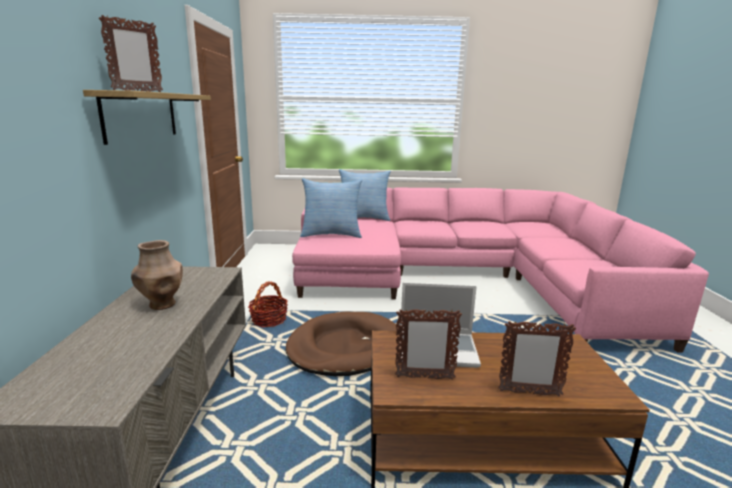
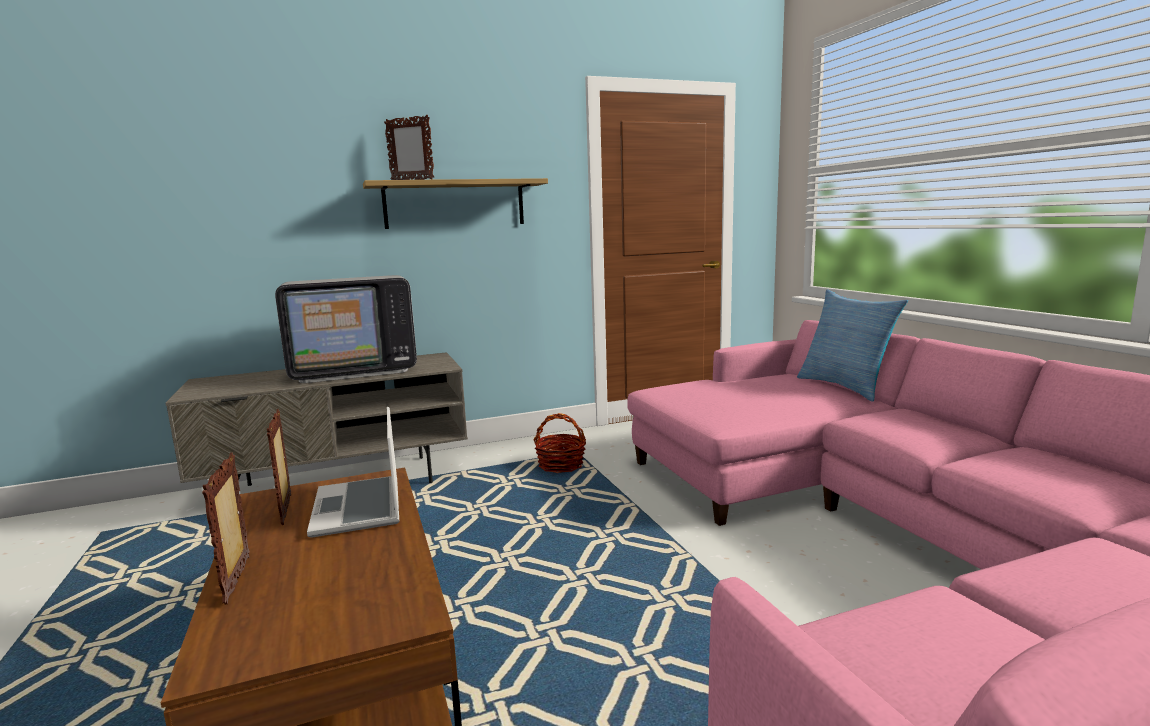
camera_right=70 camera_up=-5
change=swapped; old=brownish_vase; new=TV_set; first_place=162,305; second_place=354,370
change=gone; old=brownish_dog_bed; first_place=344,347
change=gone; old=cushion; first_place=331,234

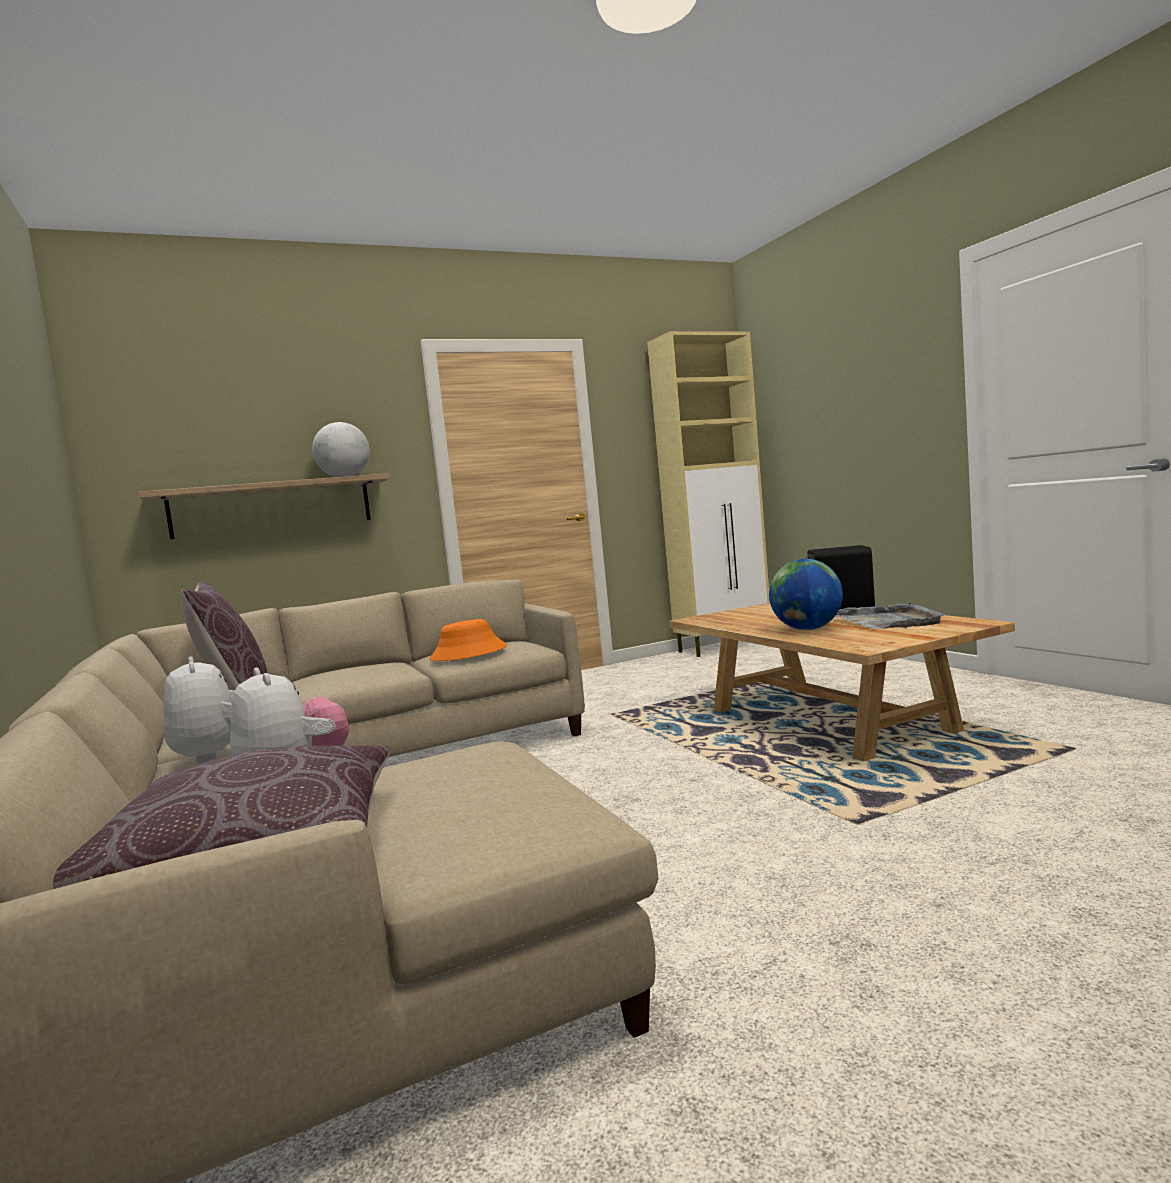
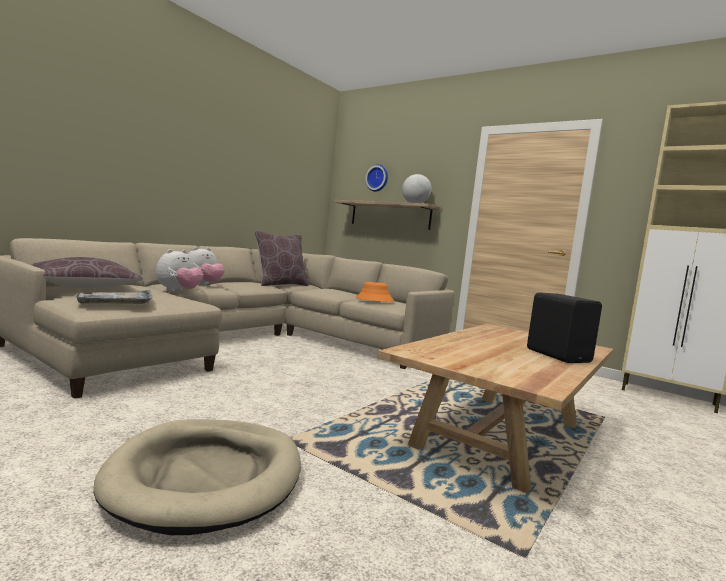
camera_right=60 camera_up=0
change=shifted; old=grey_tray; first_place=889,621; second_place=116,300
change=new; new=beige-coloured_dog_bed; second_place=207,477
change=new; new=clock_on_the_wall; second_place=378,178
change=gone; old=globe; first_place=807,629

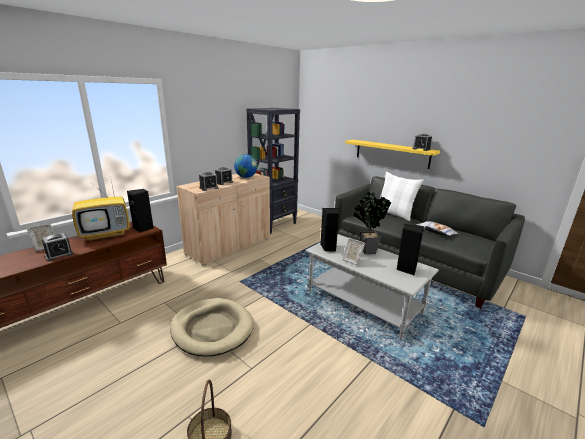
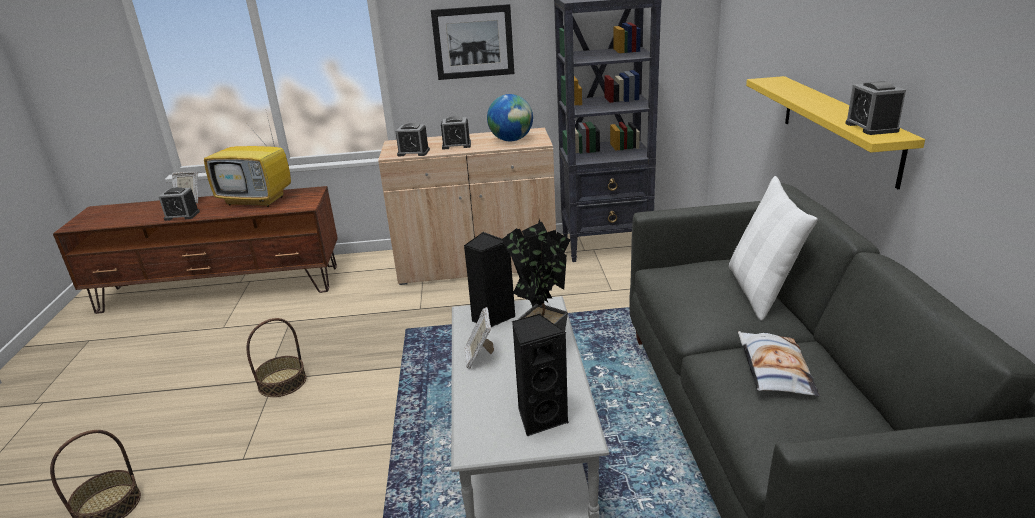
camera_right=45 camera_up=5
change=swapped; old=beige-coloured_dog_bed; new=household_basket; first_place=212,329; second_place=282,382
change=new; new=picture; second_place=473,42
change=gone; old=black_audio_speaker; first_place=143,228

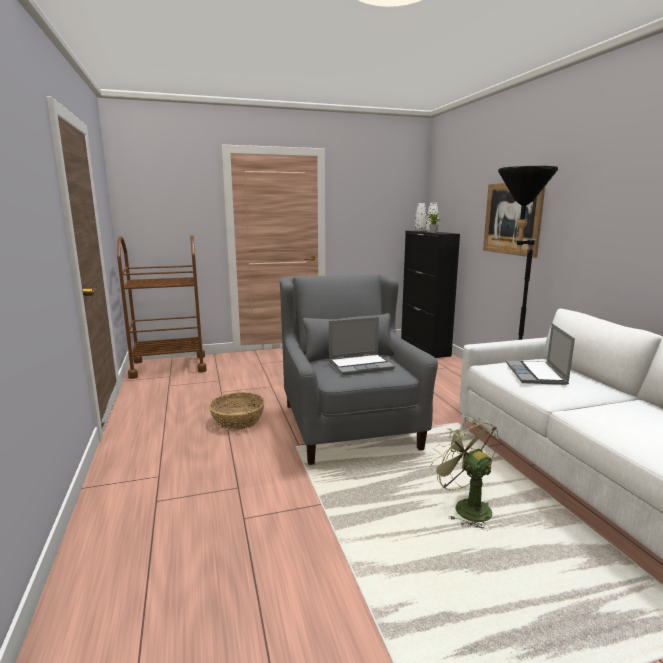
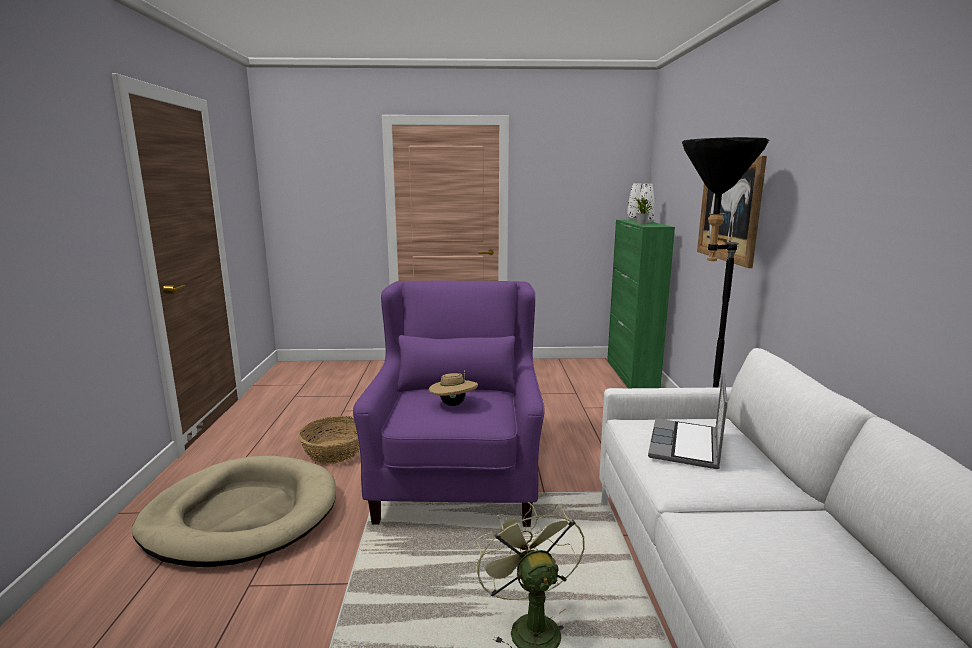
camera_right=15 camera_up=0
change=new; new=beige-coloured_dog_bed; second_place=242,515
change=repainted; old=grey_armchair; new=purplish_armchair; first_place=349,426; second_place=457,477
change=swapped; old=laptop; new=beige-coloured_wearable_hat; first_place=361,365; second_place=453,404
change=repainted; old=black_storage_cabinet; new=greenish_storage_cabinet; first_place=424,347; second_place=631,374
change=gone; old=brownish_wheeled_cart; first_place=169,366

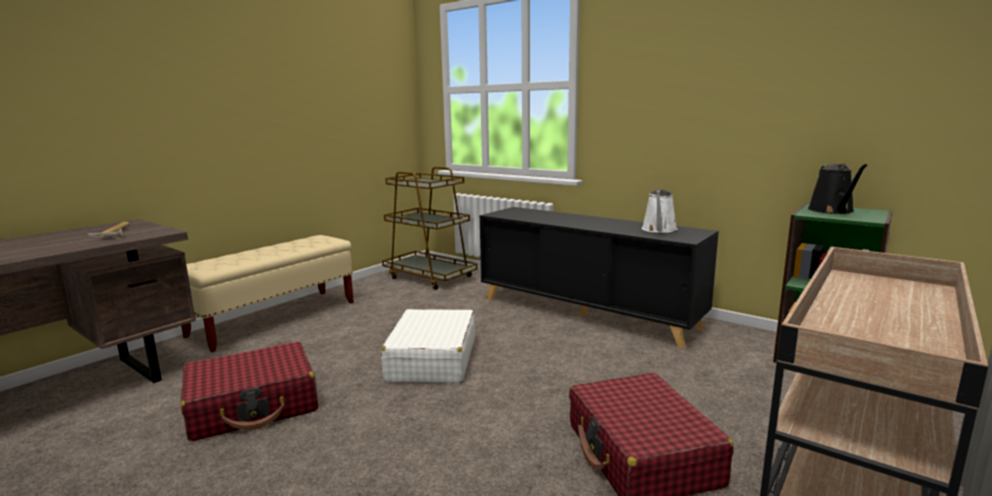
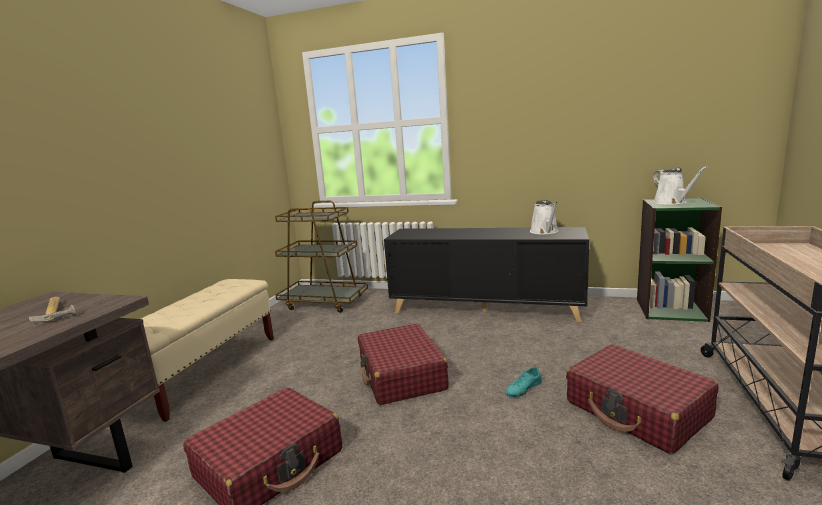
camera_right=-20 camera_up=0
change=repainted; old=white-coloured_suitcase; new=reddish_suitcase; first_place=432,360; second_place=401,375
change=new; new=blue-green_low_shoe; second_place=523,388
change=repainted; old=black_sprinkling_can; new=white-coloured_sprinkling_can; first_place=832,211; second_place=672,202

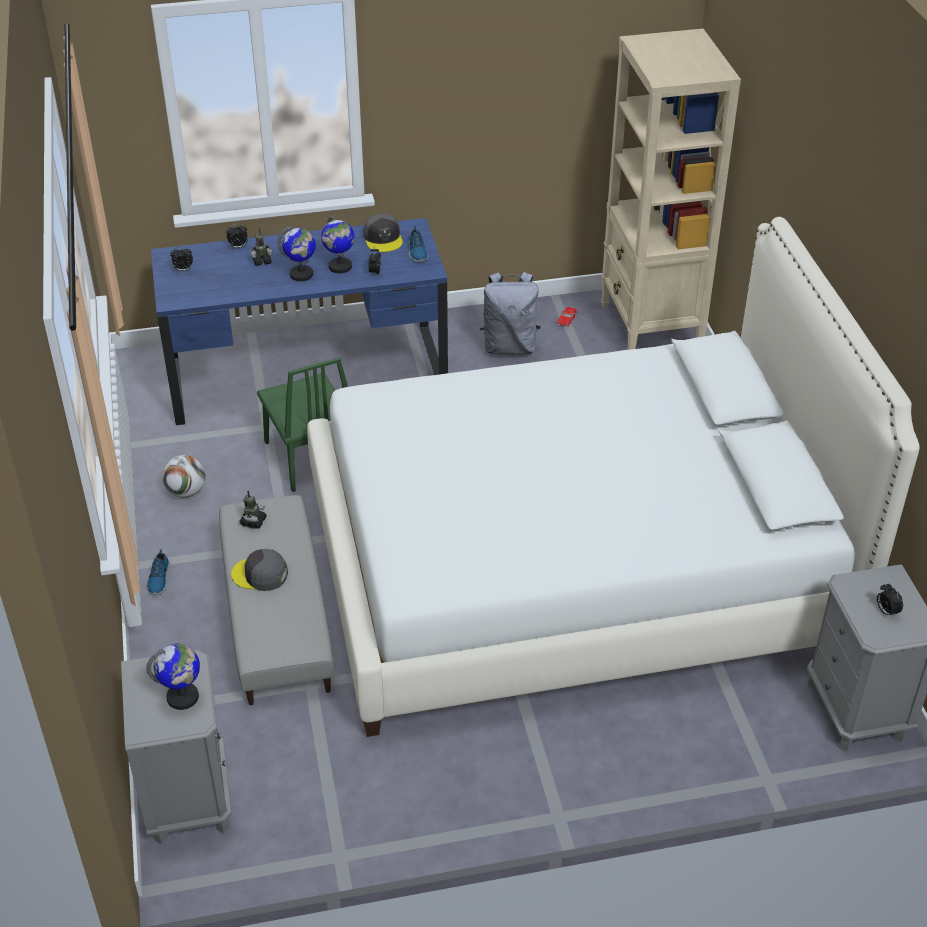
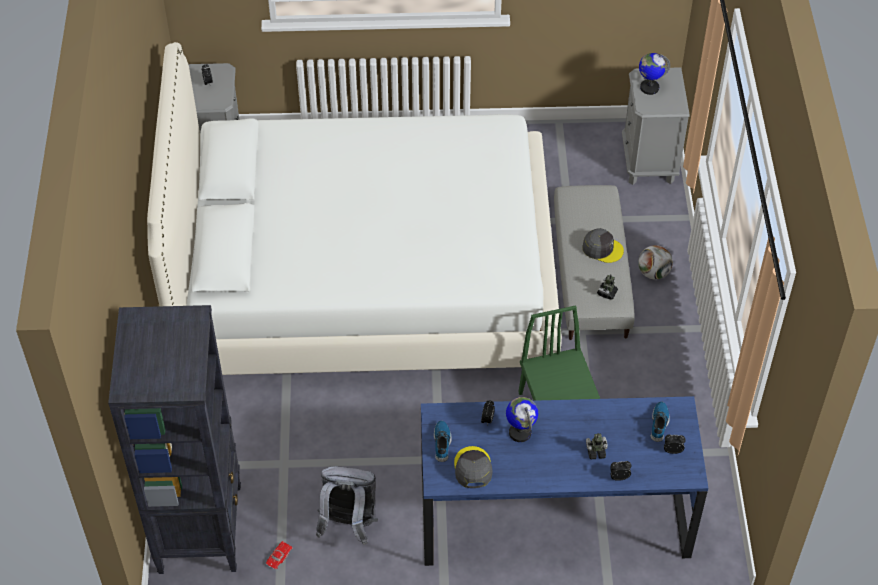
camera_right=-170 camera_up=10
change=repainted; old=beige-coloured_bookshelf; new=black_bookshelf; first_place=650,329; second_place=200,528
change=shifted; old=football; first_place=186,492; second_place=653,273
change=shifted; old=low_shoe; first_place=158,579; second_place=659,423
change=gone; old=globe; first_place=301,274

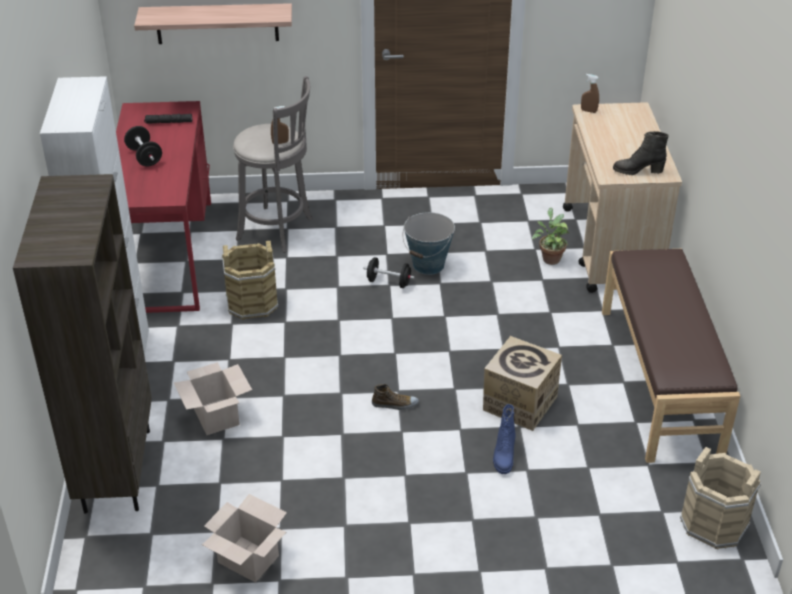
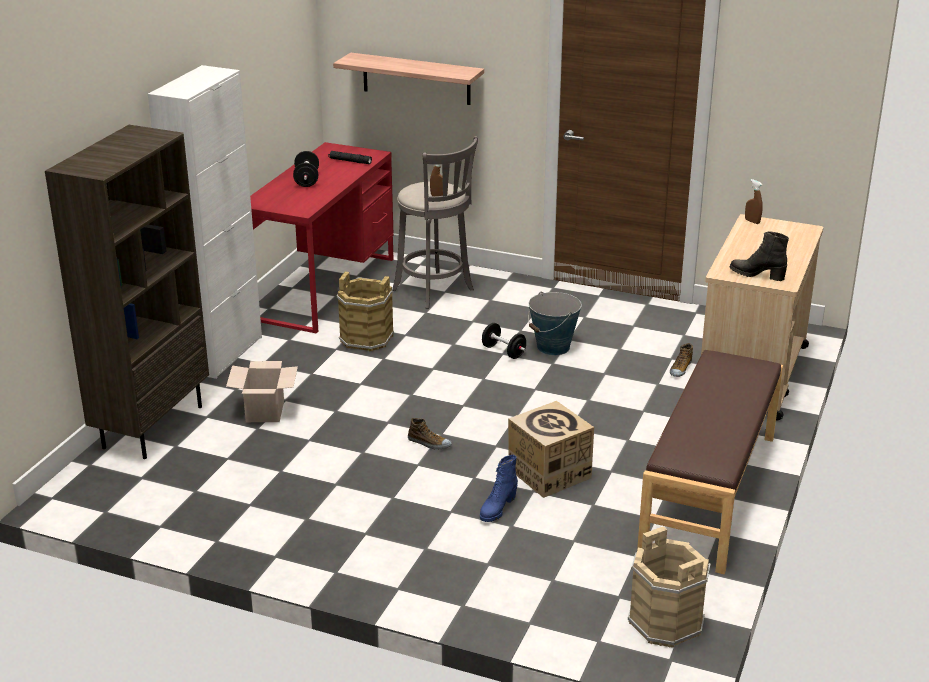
camera_right=25 camera_up=-10
change=swapped; old=potted_plant; new=low_shoe; first_place=550,258; second_place=680,369
change=gone; old=cardboard_box; first_place=246,559

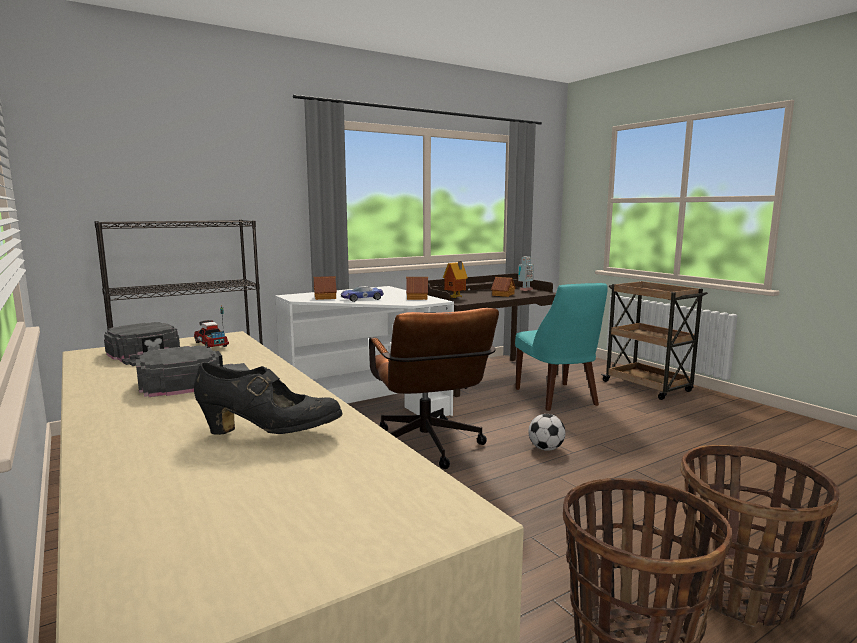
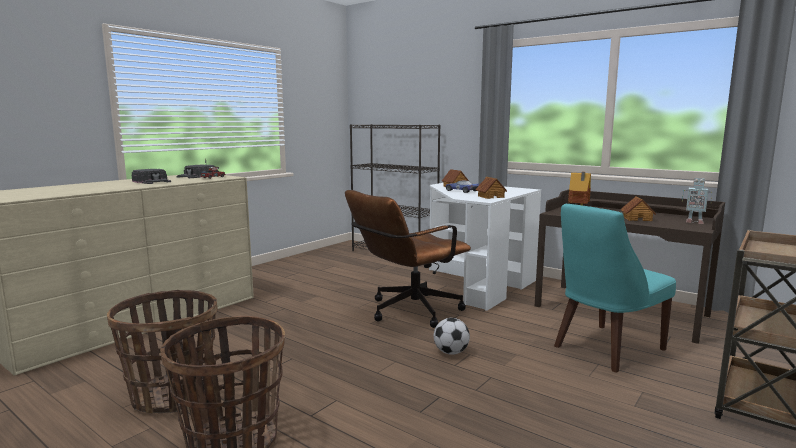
camera_right=70 camera_up=0
change=gone; old=black_low_shoe; first_place=269,433

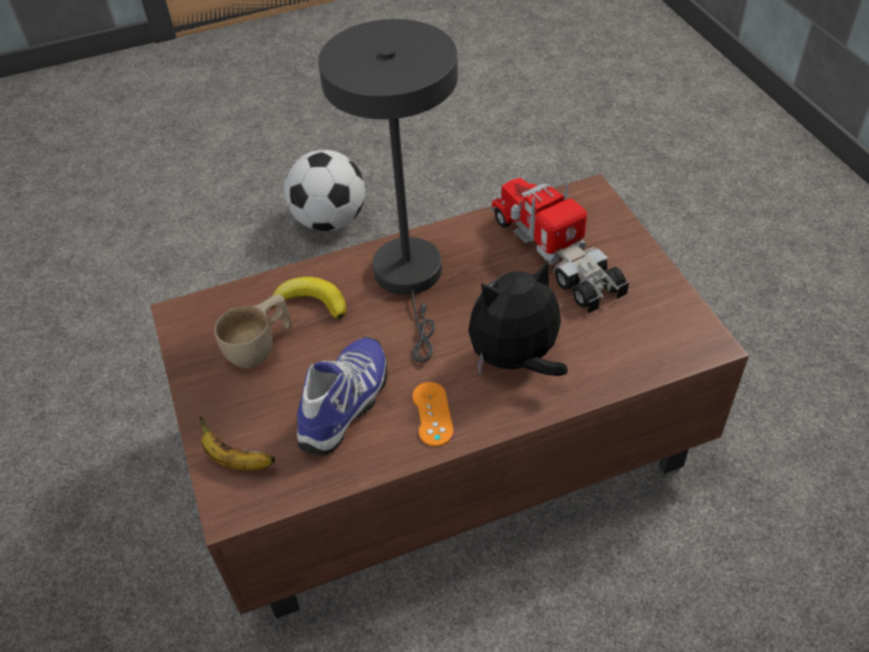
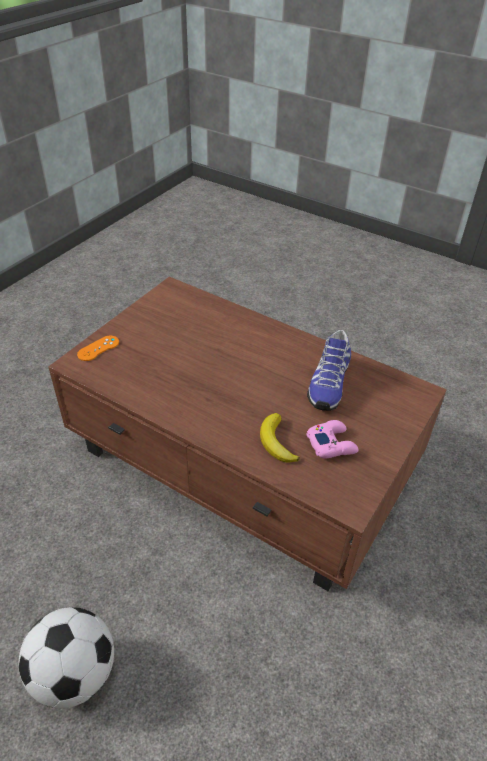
camera_right=-130 camera_up=-5
change=shifted; old=orange_gamepad; first_place=432,414; second_place=98,348
change=swapped; old=beige-coloured_small_cup; new=pinkish_gamepad; first_place=261,347; second_place=332,444
change=rotated; old=low_shoe; first_place=347,405; second_place=327,384; degrees=-60
change=gone; old=banana_fruit; first_place=236,460
change=gone; old=grey_table_lamp; first_place=411,280
change=gone; old=cuddly_toy; first_place=516,360
change=gone; old=model_truck; first_place=556,255

